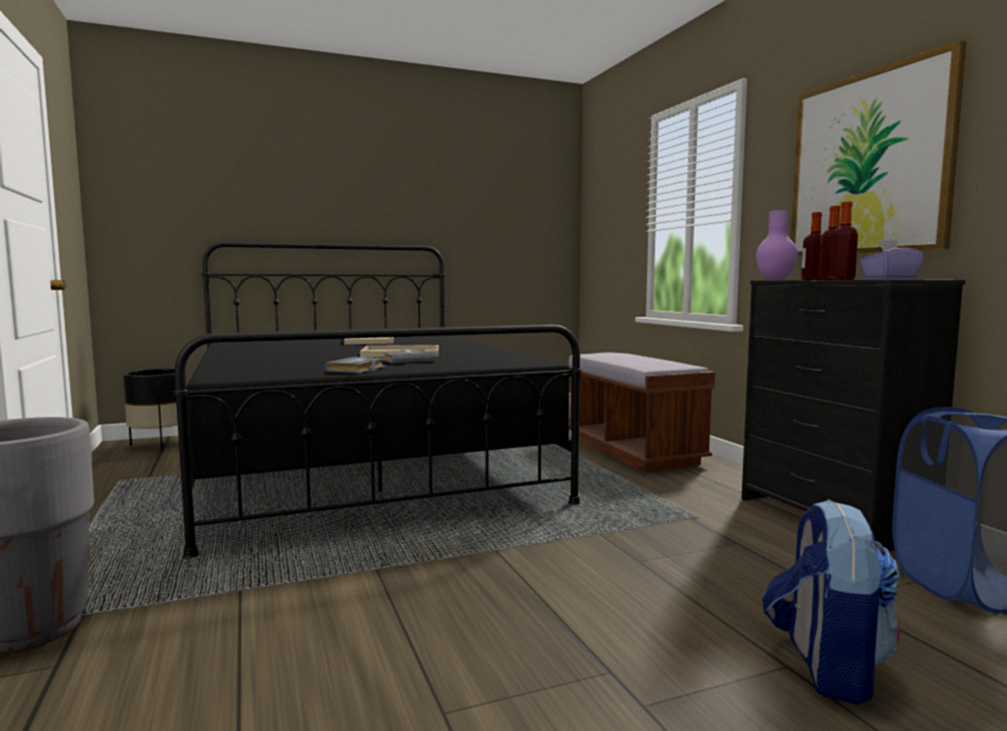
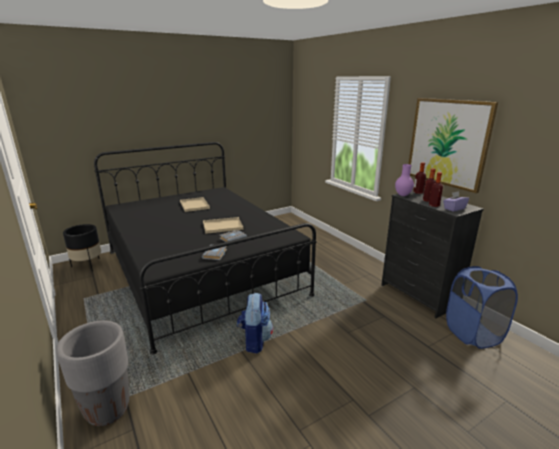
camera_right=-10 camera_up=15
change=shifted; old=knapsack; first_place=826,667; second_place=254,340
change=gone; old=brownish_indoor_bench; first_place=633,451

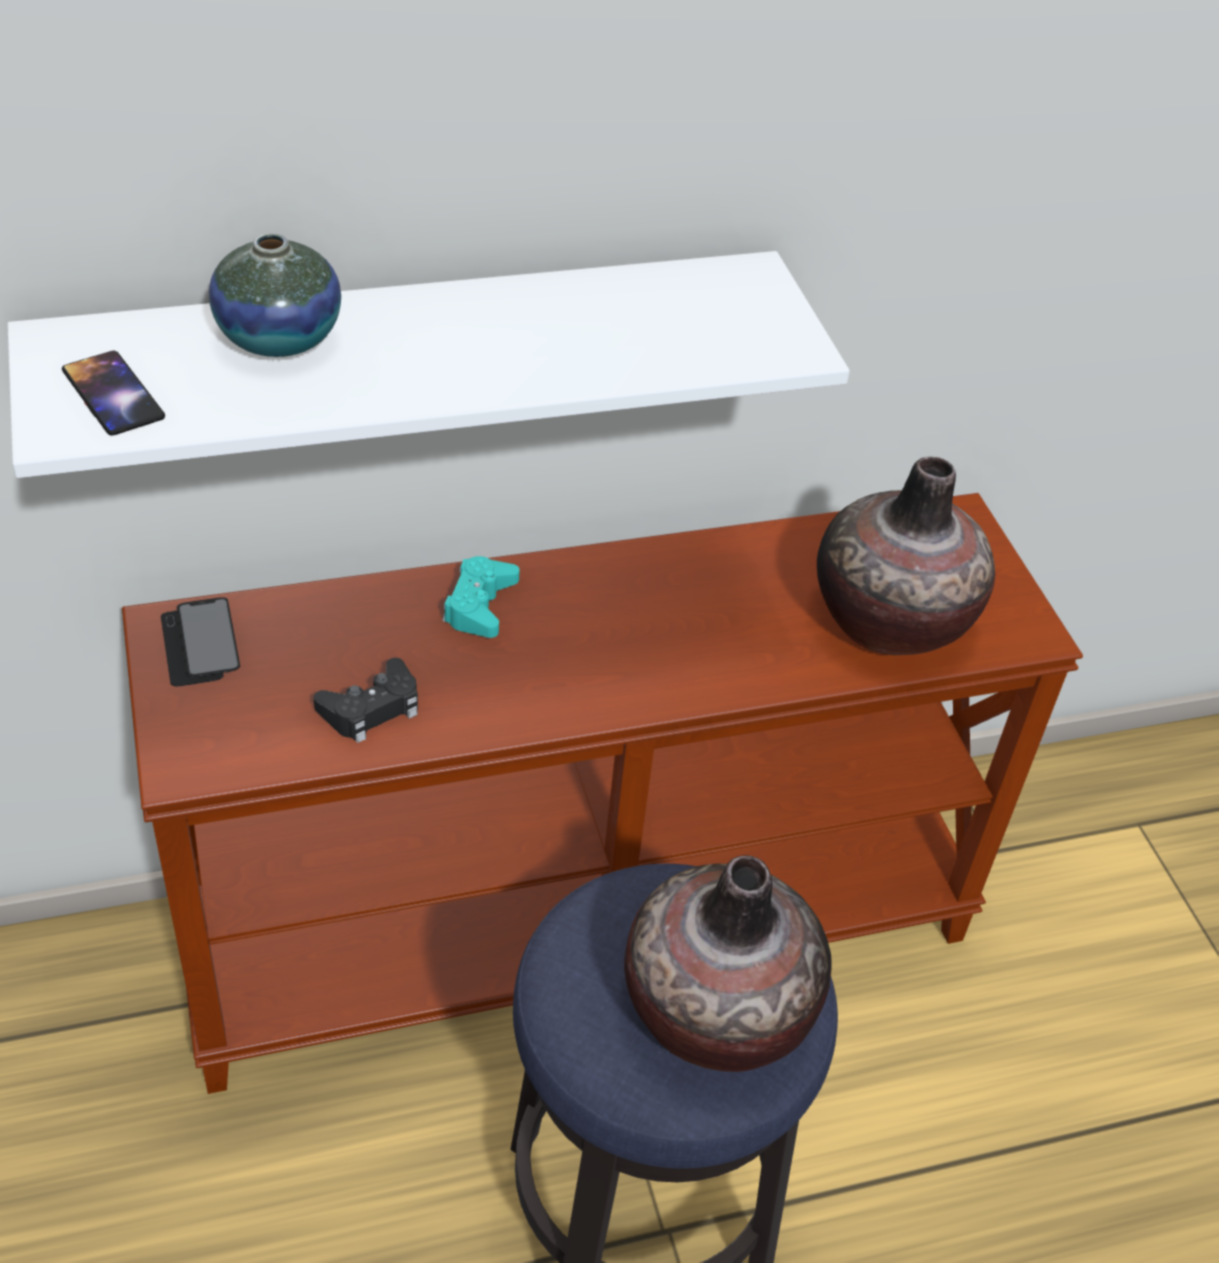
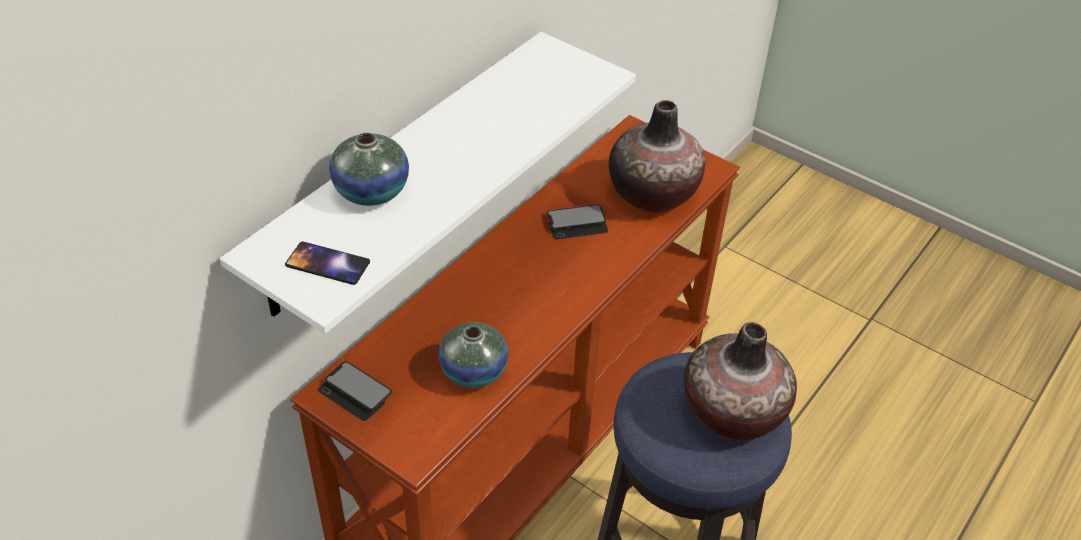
camera_right=-35 camera_up=0
change=swapped; old=black_gamepad; new=vase; first_place=371,708; second_place=473,371
change=new; new=phone; second_place=577,223
change=gone; old=blue-green_gamepad; first_place=479,605

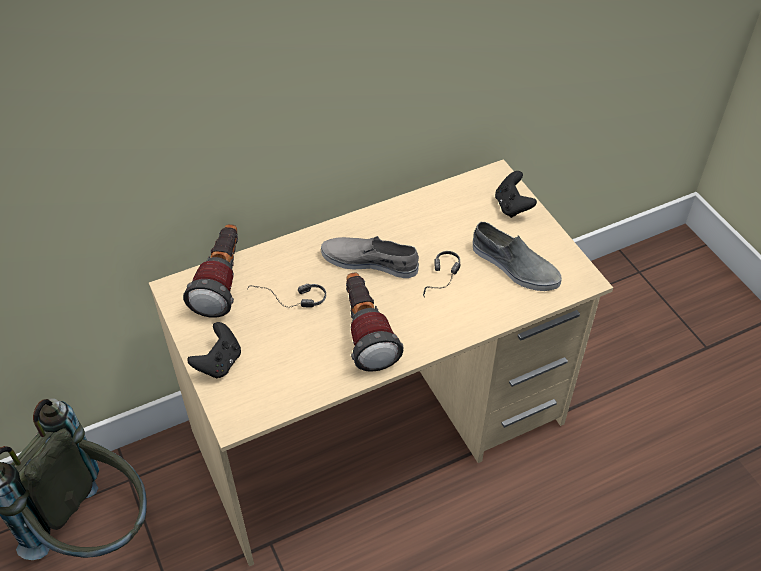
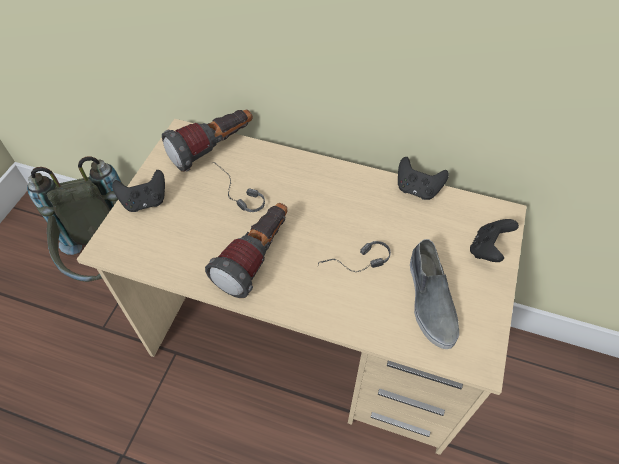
camera_right=45 camera_up=5
change=new; new=black_gamepad; second_place=417,189
change=gone; old=grey_low_shoe; first_place=370,261

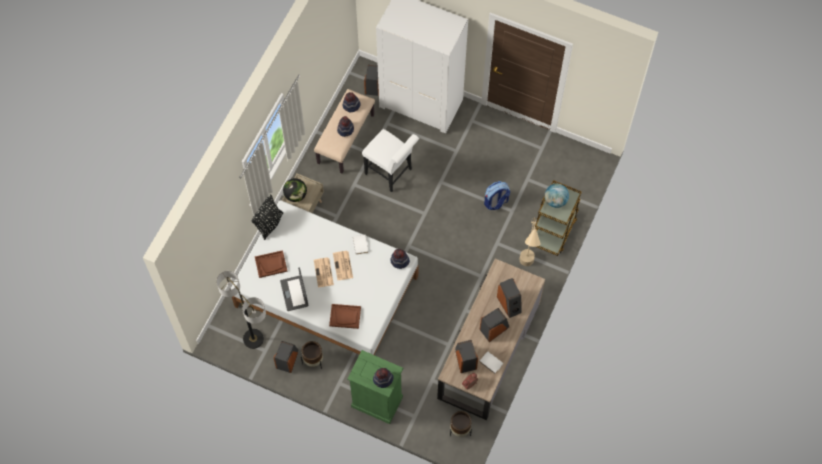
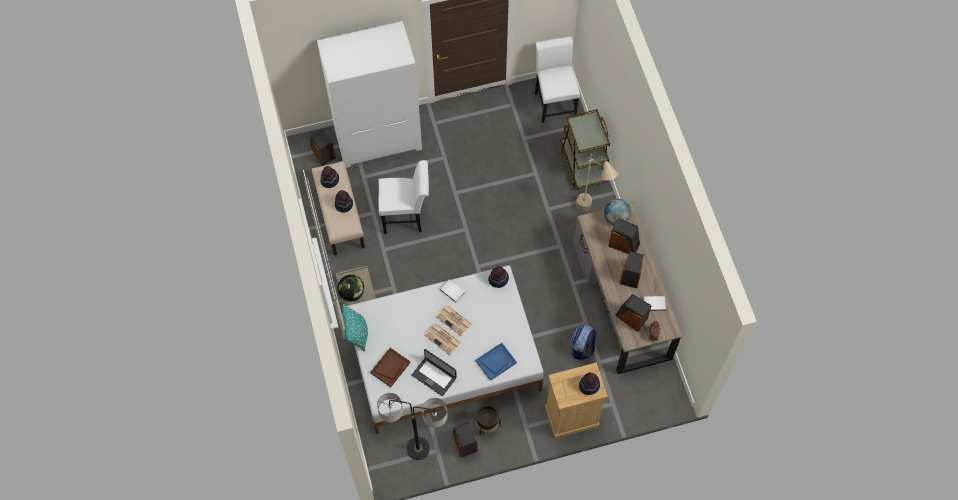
camera_right=-40 camera_up=0
change=repainted; old=black_cushion; new=blue-green_cushion; first_place=269,224; second_place=356,334
change=repainted; old=brownish_tray; new=blue_tray; first_place=345,316; second_place=496,361
change=new; new=white-coloured_plain_chair; second_place=554,101
change=repainted; old=greenish_dresser; new=beige-coloured_dresser; first_place=376,402; second_place=571,417
change=shifted; old=knapsack; first_place=496,202; second_place=582,348
change=shifted; old=globe; first_place=555,201; second_place=615,218
change=gone; old=brownish_planter; first_place=460,430

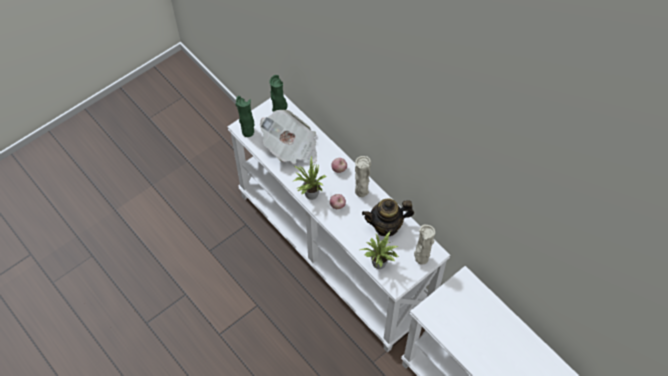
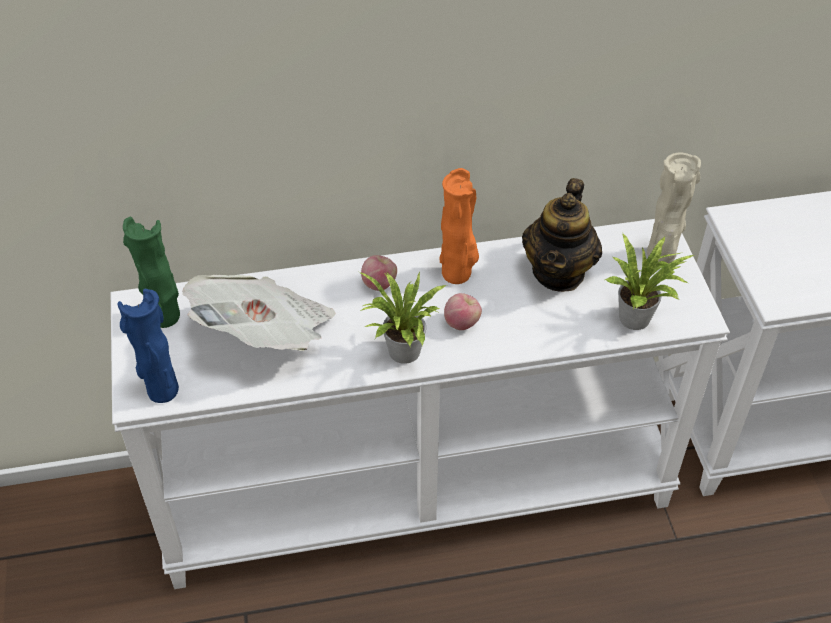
camera_right=-60 camera_up=-10
change=repainted; old=greenish_vase; new=blue_vase; first_place=248,131; second_place=162,390
change=repainted; old=beige-coloured_vase; new=orange_vase; first_place=361,192; second_place=458,274

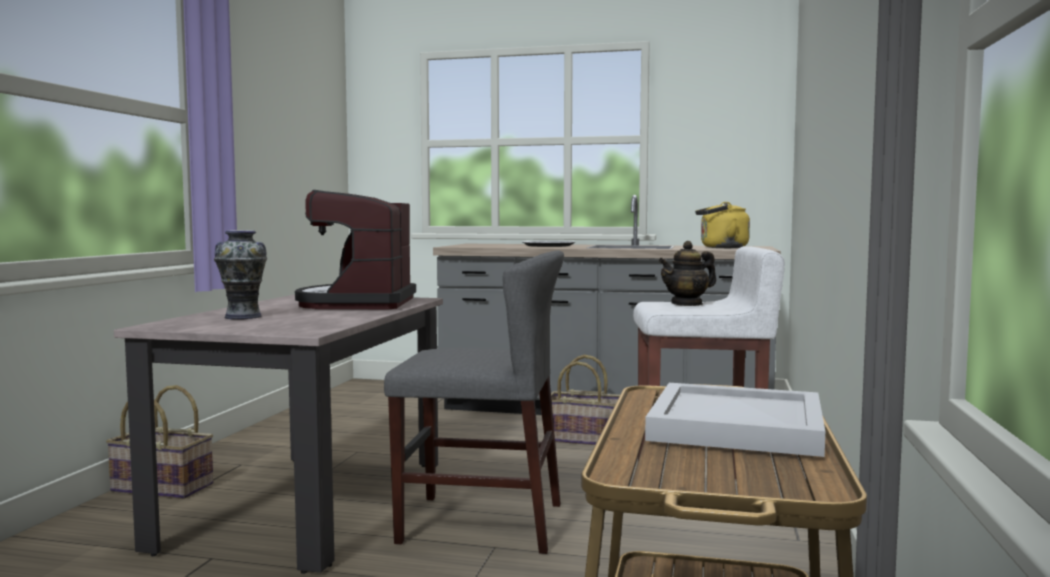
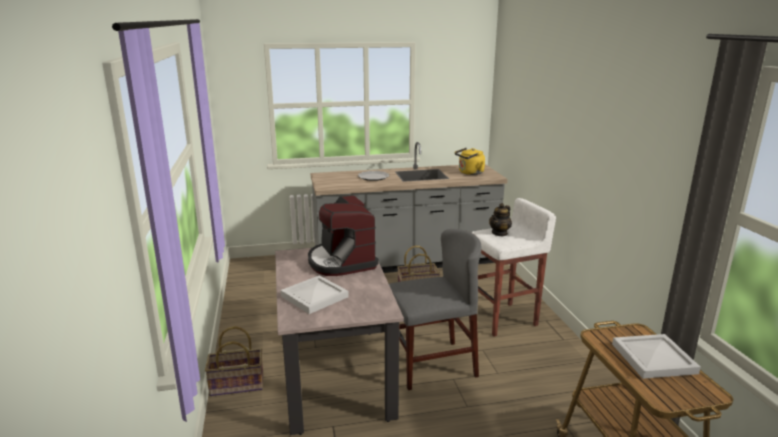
camera_right=-25 camera_up=15
change=swapped; old=vase; new=white-coloured_tray; first_place=243,317; second_place=315,296

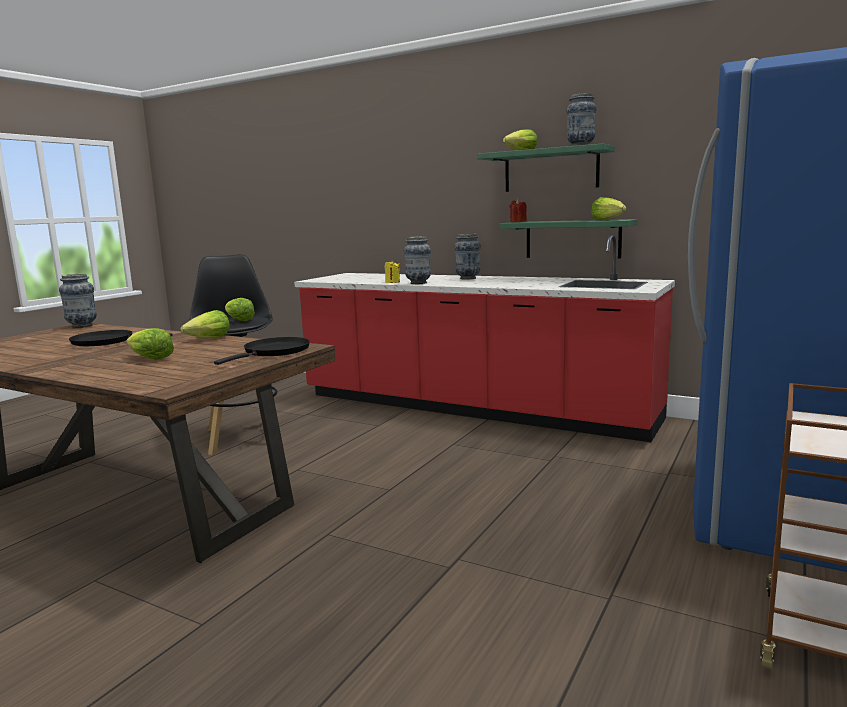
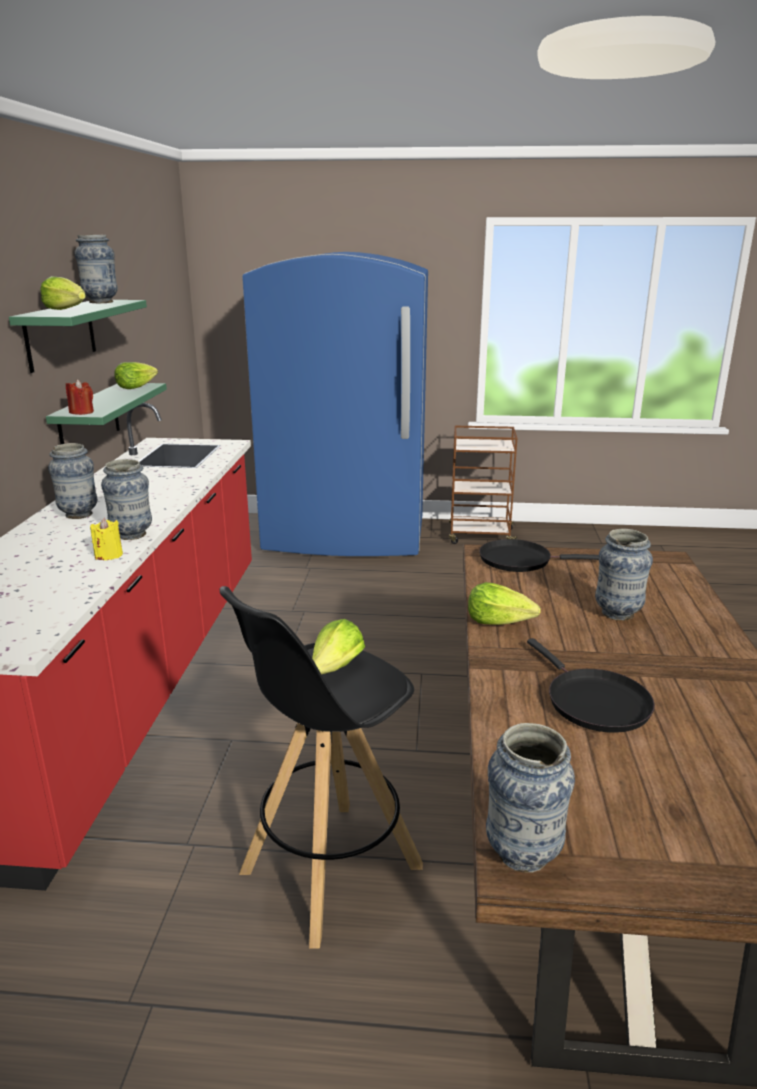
camera_right=-115 camera_up=10
change=swapped; old=lettuce_head; new=vase; first_place=150,358; second_place=617,613

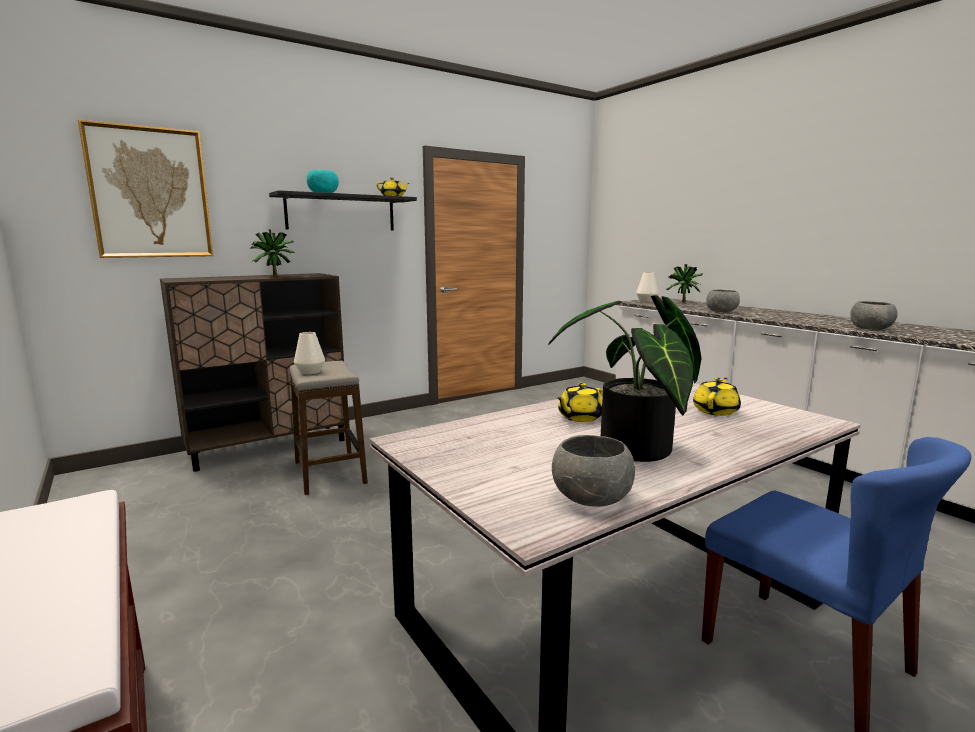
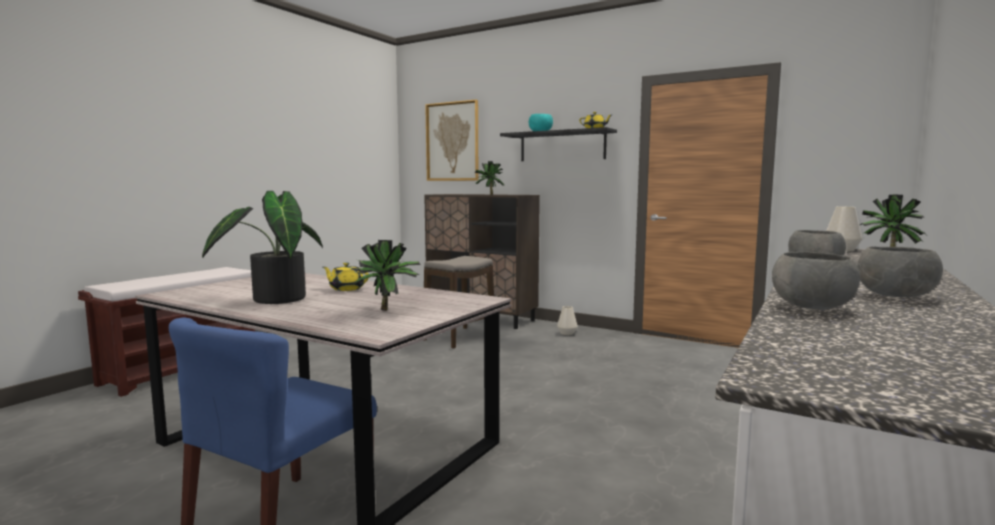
camera_right=65 camera_up=-5
change=swapped; old=yellowish_tea_pot; new=potted_plant; first_place=716,411; second_place=389,310
change=shifted; old=white-coloured_vase; first_place=310,372; second_place=567,333
change=shifted; old=grey_deep_dish; first_place=592,498; second_place=896,295

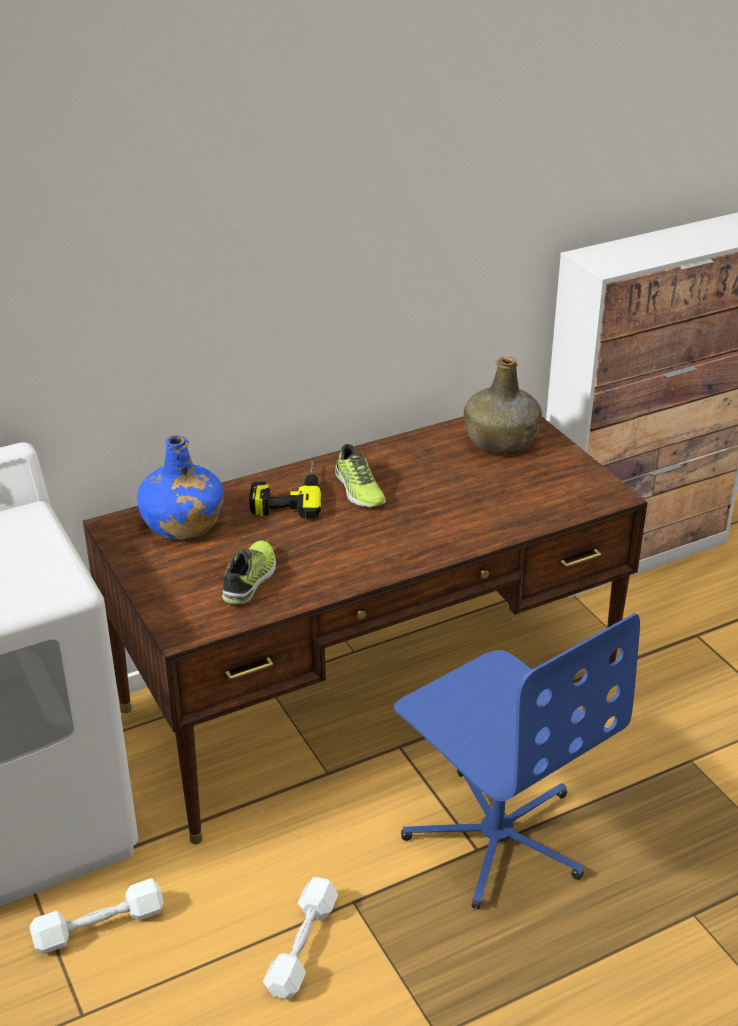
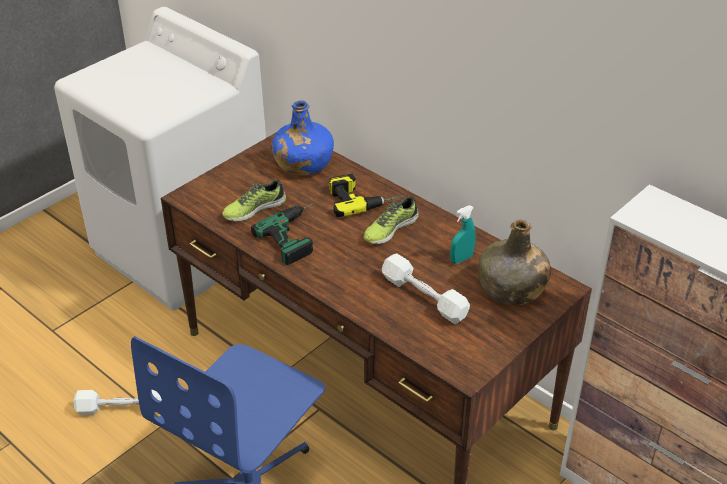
camera_right=70 camera_up=5
change=rotated; old=low_shoe; first_place=251,579; second_place=254,209; degrees=150
change=new; new=drill; second_place=297,234
change=shifted; old=white-coloured_dumbbell; first_place=99,926; second_place=424,297
change=new; new=blue-green_spray_bottle; second_place=461,259

